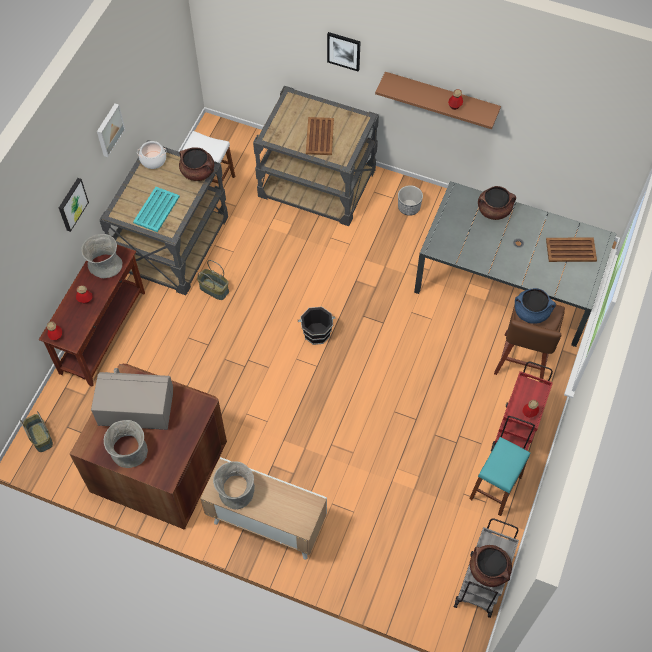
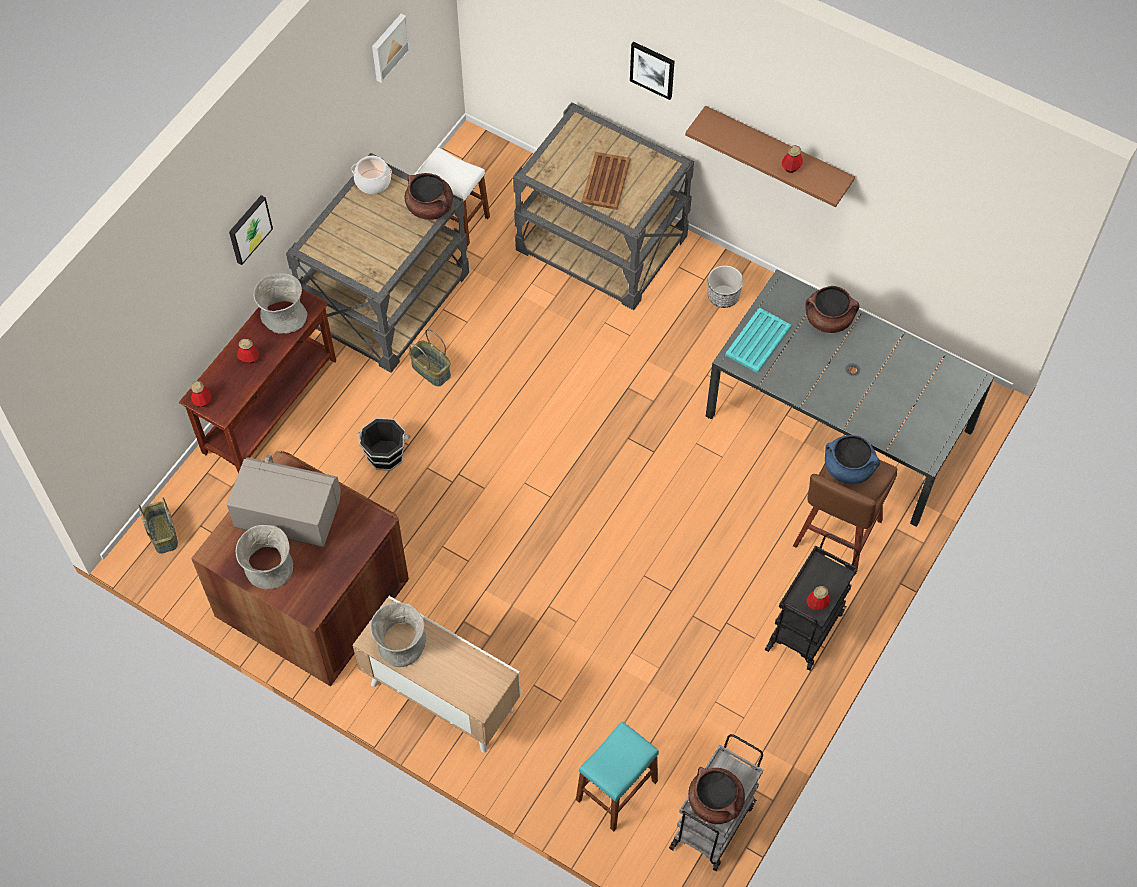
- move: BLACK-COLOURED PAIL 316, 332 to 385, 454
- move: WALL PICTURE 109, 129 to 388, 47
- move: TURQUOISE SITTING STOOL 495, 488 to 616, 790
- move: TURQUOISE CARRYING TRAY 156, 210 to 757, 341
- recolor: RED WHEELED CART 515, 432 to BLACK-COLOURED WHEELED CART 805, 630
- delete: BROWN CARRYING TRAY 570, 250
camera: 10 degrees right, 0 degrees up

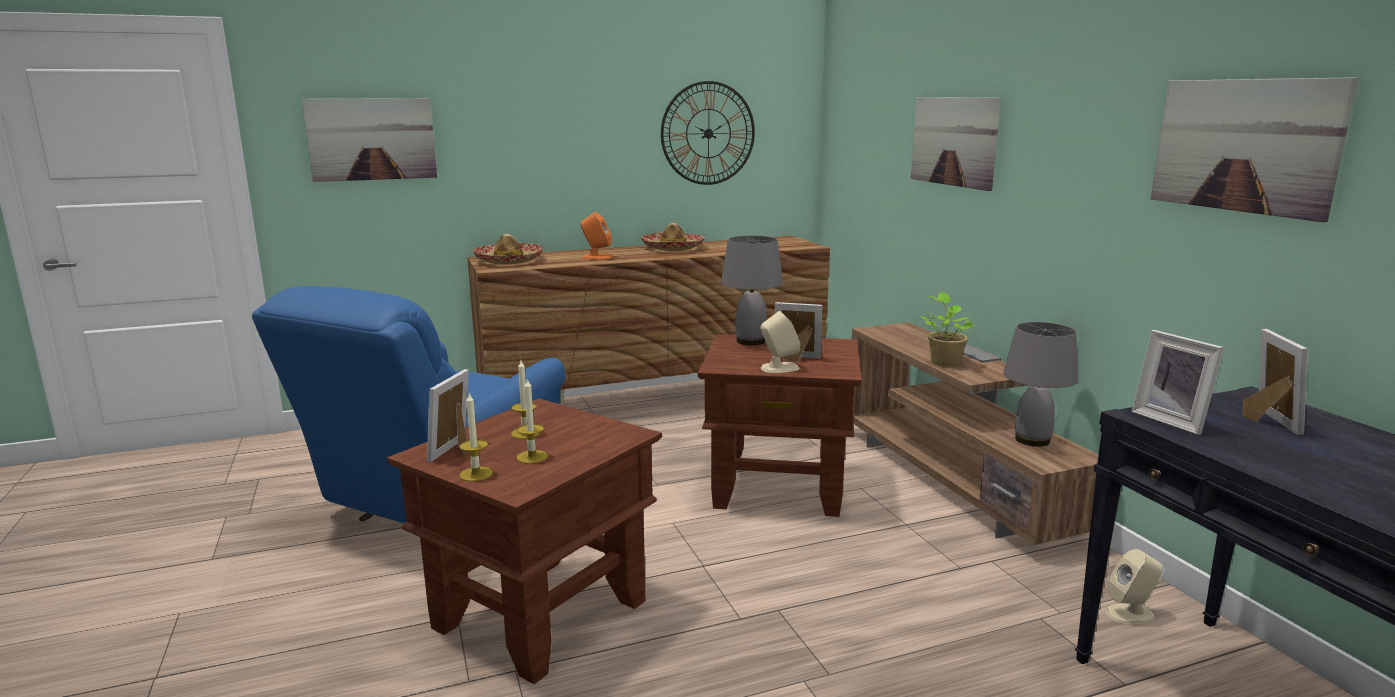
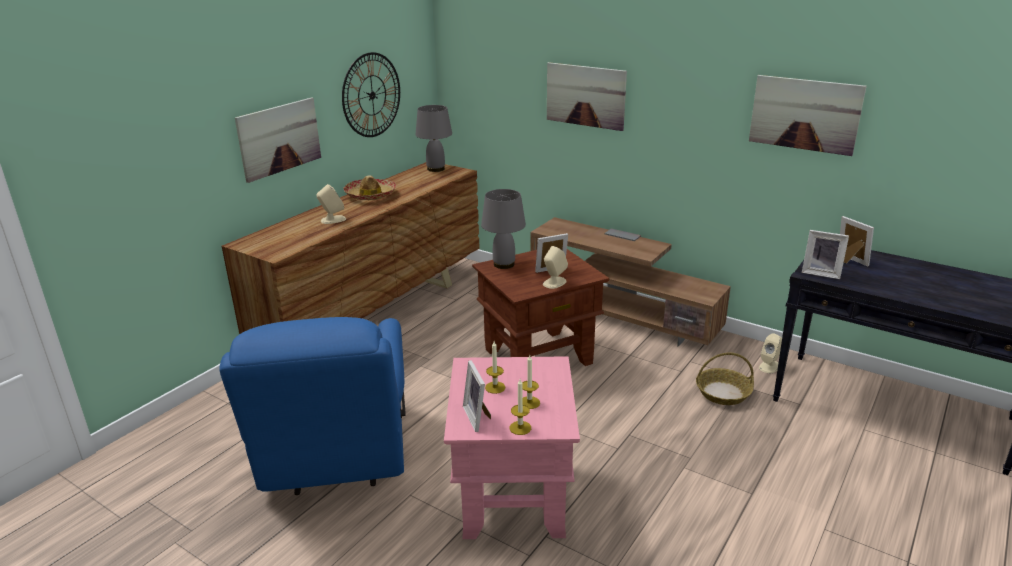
- move: WALL PICTURE 372, 139 to 279, 138
- recolor: ORANGE-COLOURED SPEAKER 596, 257 to SAND-COLOURED SPEAKER 333, 220
- move: GREY TABLETOP LAMP 1031, 440 to 435, 169
- recolor: BROWN SIDE TABLE 539, 614 to PINKISH SIDE TABLE 512, 498
- insert: STORAGE BASKET 722, 393
- delete: HAT 508, 261
- delete: POTTED PLANT 944, 362
camera: 35 degrees left, 10 degrees up

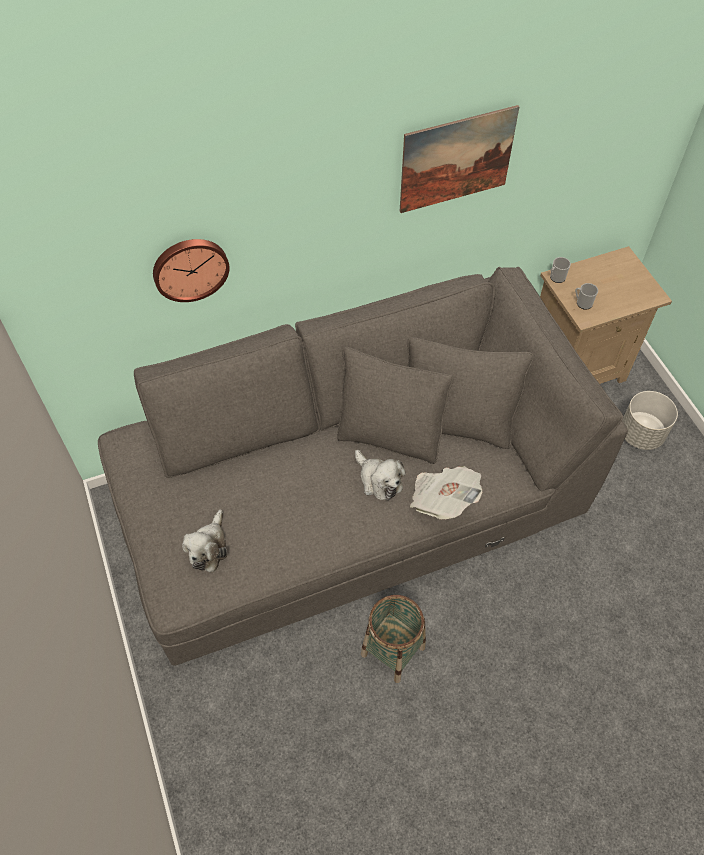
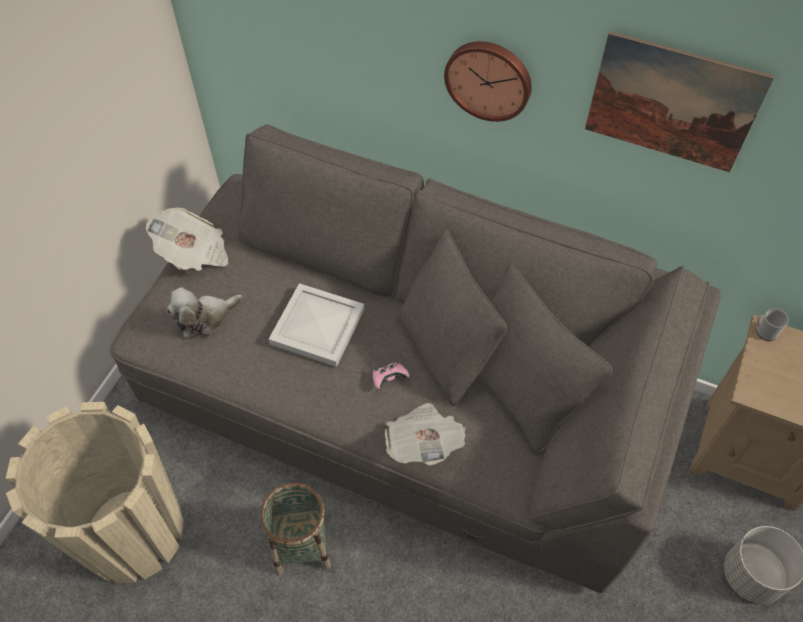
- insert: SAND-COLOURED FLOWER POT 132, 532
- insert: DAILY PAPER 194, 253
- insert: WHITE CARRYING TRAY 318, 328
- replace: CUDDLY TOY 378, 480 to PINKISH JOYPAD 389, 379
- move: WALL CLOCK 190, 268 to 489, 79
- delete: COFFEE MUG 582, 303
camera: 45 degrees right, 0 degrees up

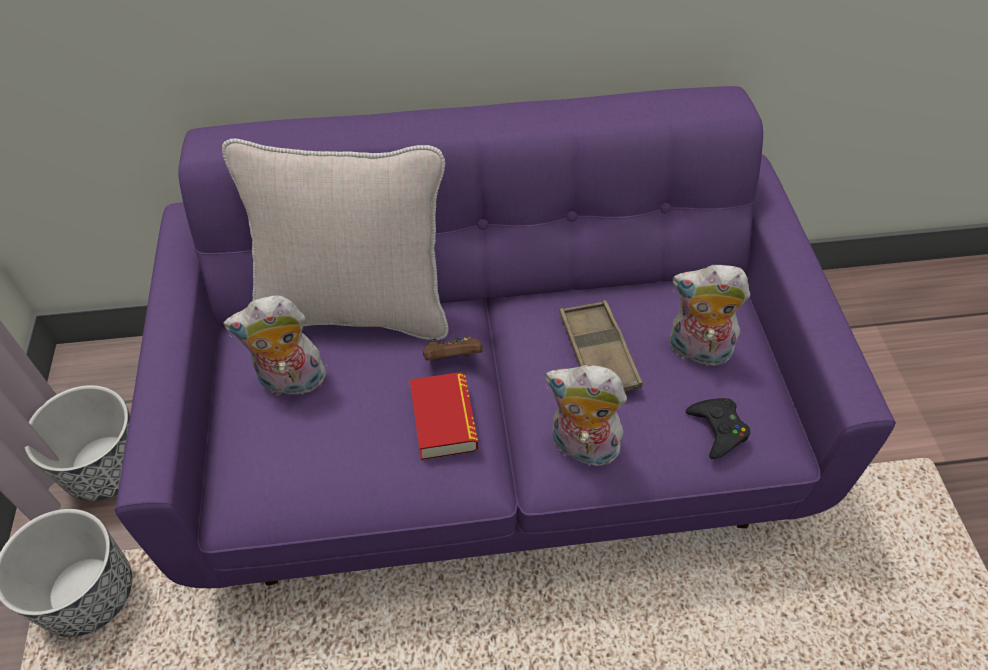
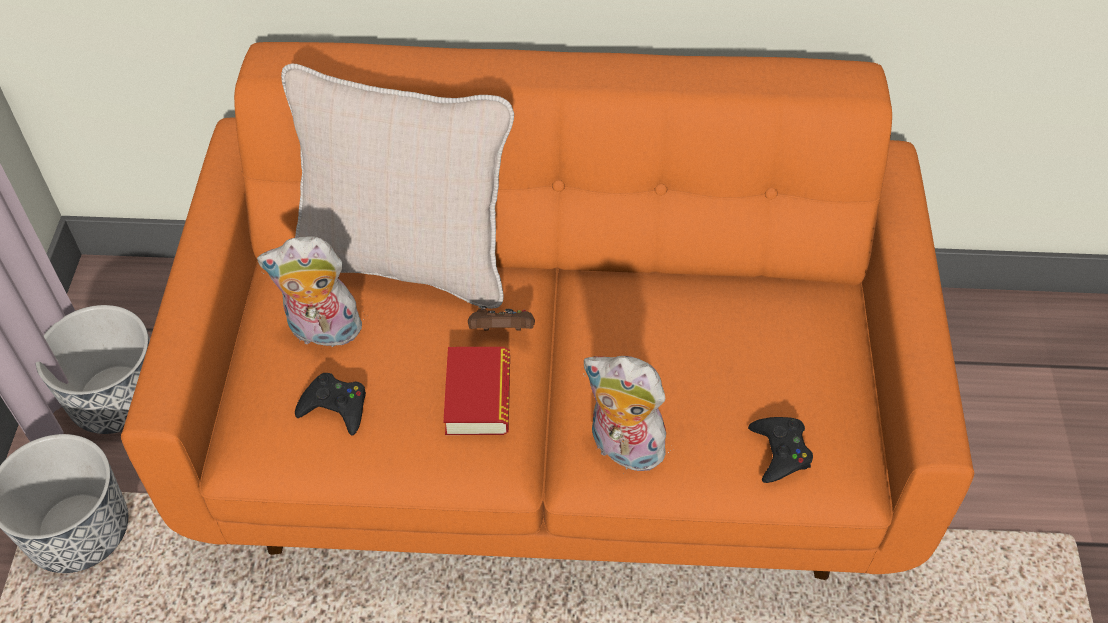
- recolor: PURPLISH COUCH 495, 431 to ORANGE-COLOURED COUCH 556, 424
- insert: BLACK-COLOURED JOYPAD 335, 407
- delete: BROWN CARRYING TRAY 598, 353
- delete: CUDDLY TOY 696, 351
camera: 10 degrees right, 0 degrees up

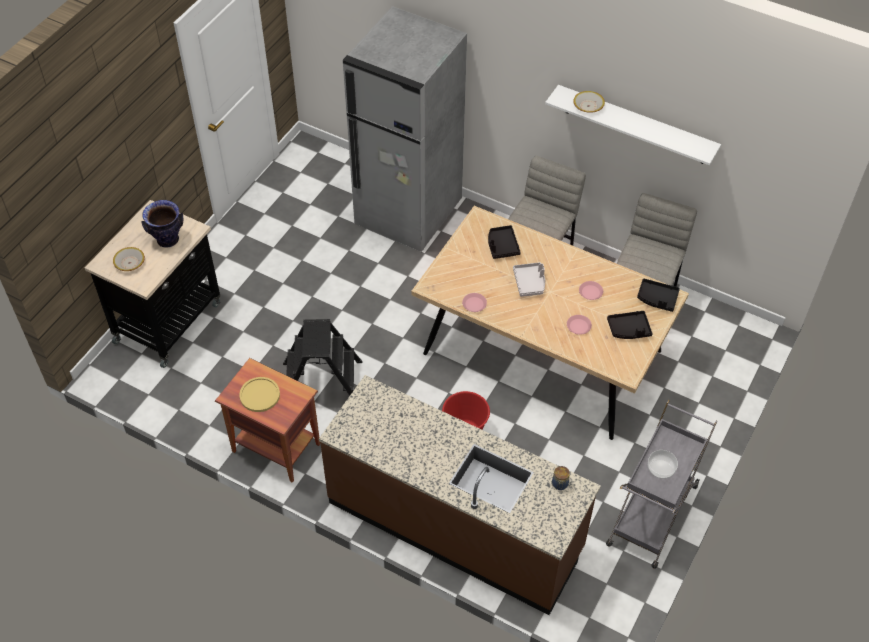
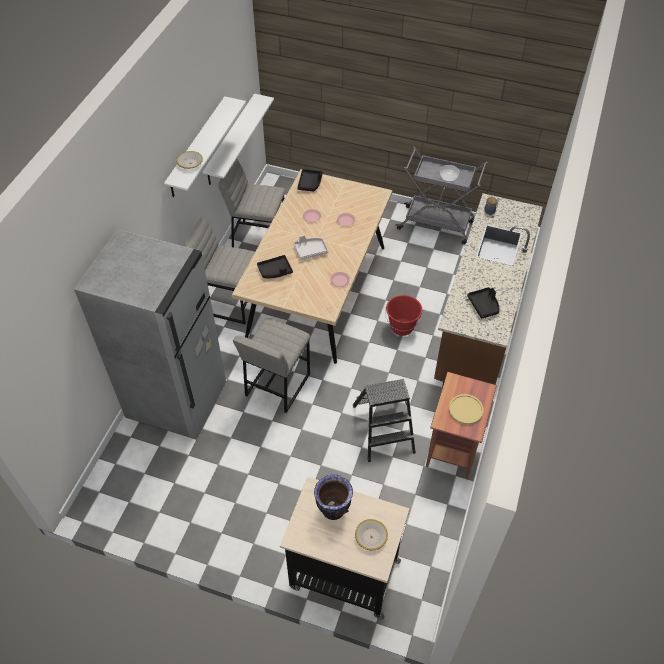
- insert: WHITE BRACKET SHELF 230, 140
- insert: GREY PLAIN CHAIR 277, 386
- move: BLACK-COLOURED CARRYING TRAY 629, 329 to 484, 305
camera: 100 degrees left, 0 degrees up

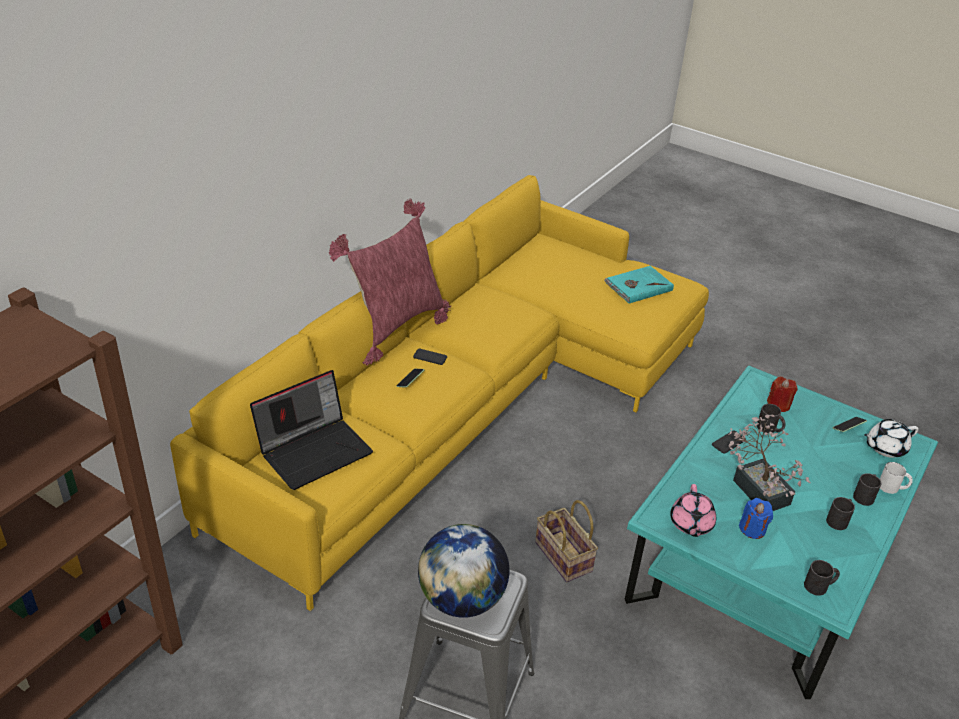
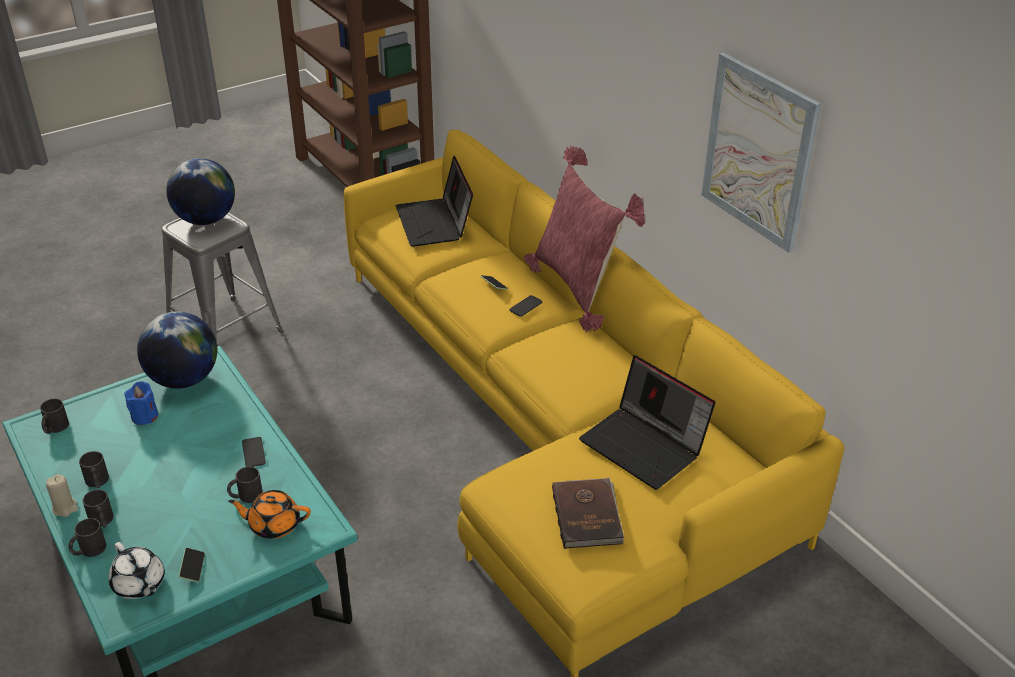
- insert: SAND-COLOURED WAX LIGHT 65, 508
- recolor: WHITE COFFEE MUG 892, 487 to BLACK-COLOURED COFFEE MUG 88, 550
- rotate: WHITE TEA POT 885, 447 = 139, 584 135 degrees clockwise
- replace: PINKISH TEA POT 691, 524 to WORLD GLOBE 184, 379
- replace: RED WAX LIGHT 778, 405 to ORANGE-COLOURED TEA POT 273, 525
- recolor: TURQUOISE BOOK 638, 286 to BROWN BOOK 588, 515
- insert: PORTABLE COMPUTER 645, 446
- insert: WALL PICTURE 758, 152
- delete: STORAGE BASKET 561, 556
- delete: POTTED PLANT 757, 487
camera: 115 degrees right, 0 degrees up

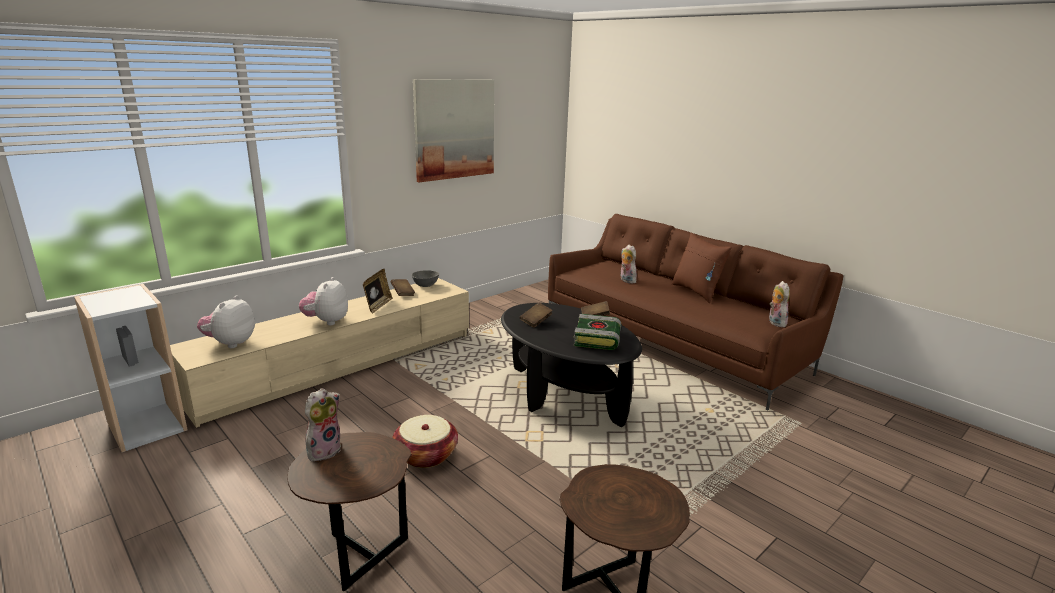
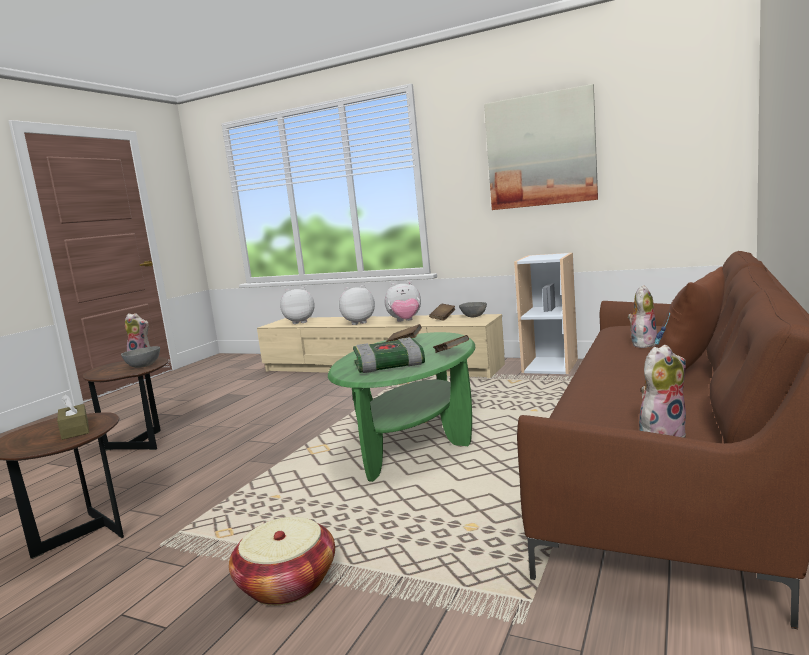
- insert: BROWN TISSUE BOX 75, 430
- insert: GREY SERVING BOWL 144, 366
- move: STORAGE BASKET 426, 455 to 287, 583
- recolor: BLACK-COLOURED LOUNGE TABLE 564, 395 to GREEN LOUNGE TABLE 414, 441
- replace: PHOTO FRAME 378, 306 to CUDDLY TOY 405, 321
- move: BOOKSHELF 147, 425 to 550, 365
camera: 70 degrees right, 10 degrees down

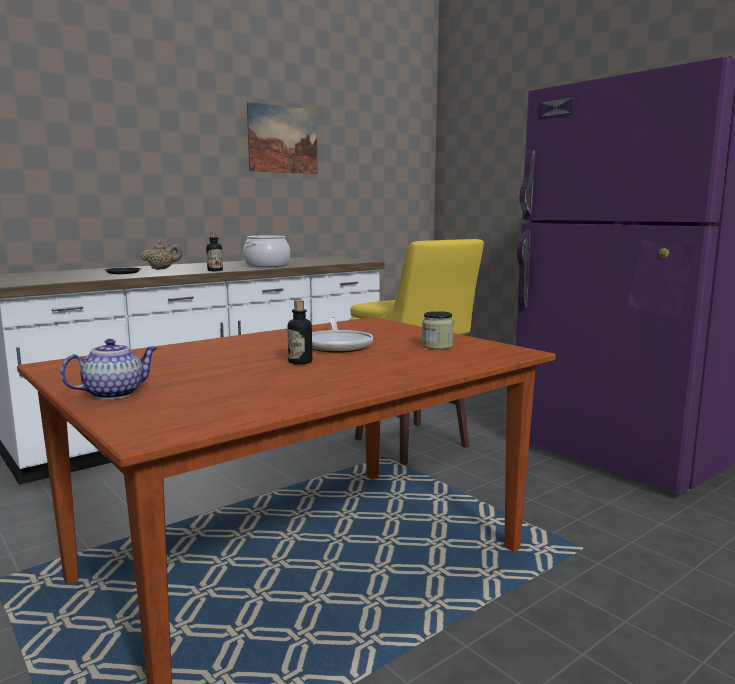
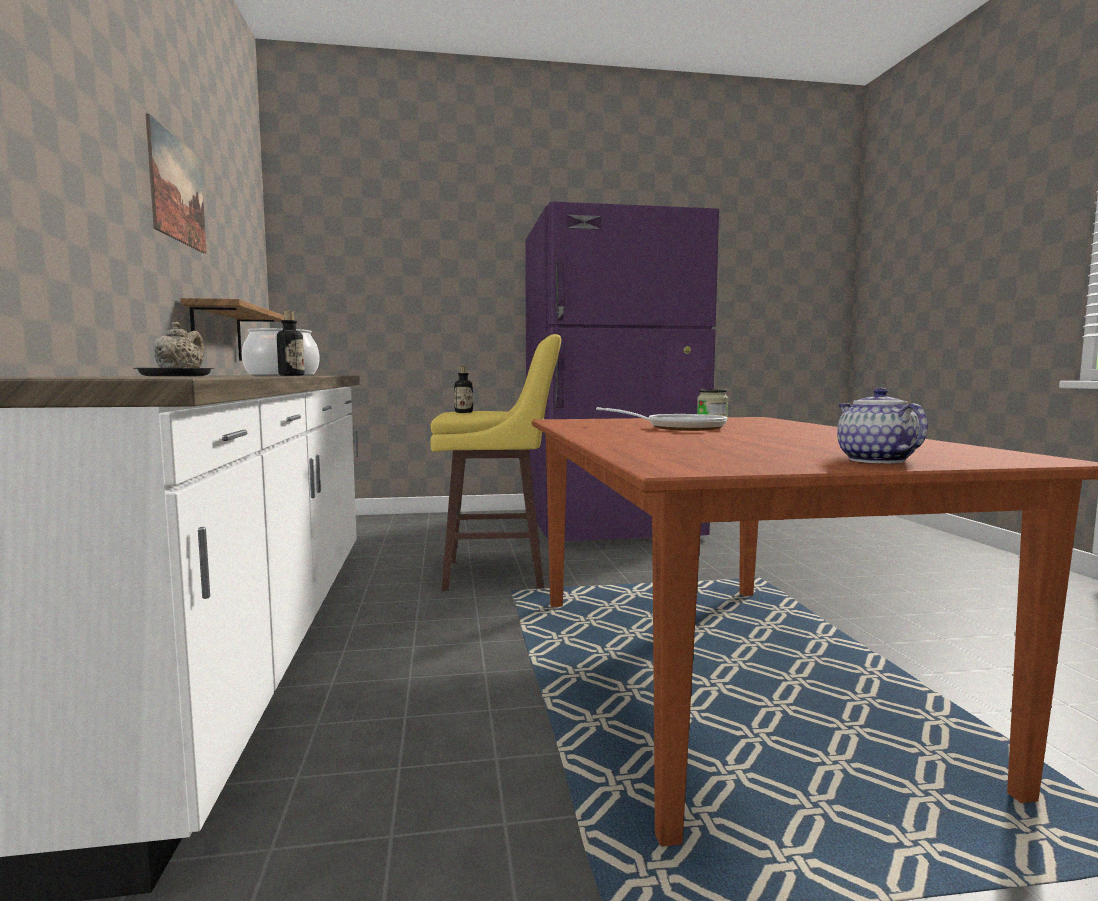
- insert: BRACKET SHELF 217, 333
- move: DRINK BOTTLE 300, 362 to 463, 412
camera: 60 degrees left, 5 degrees down

